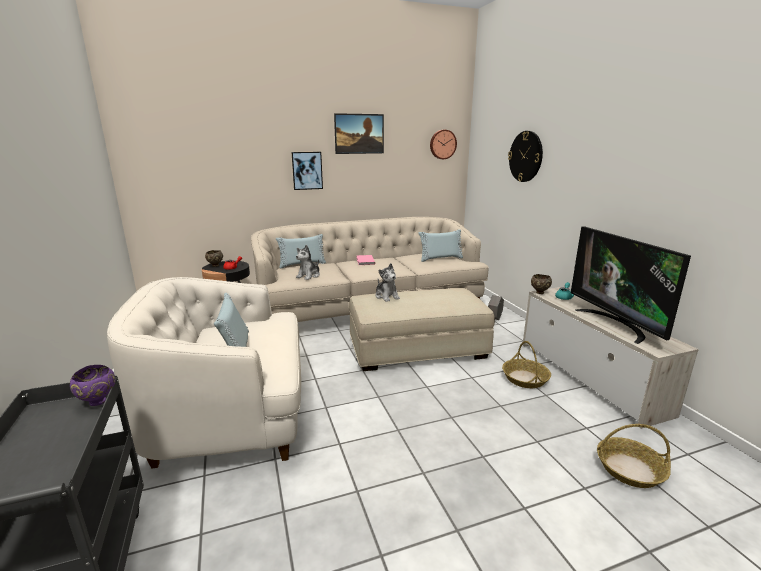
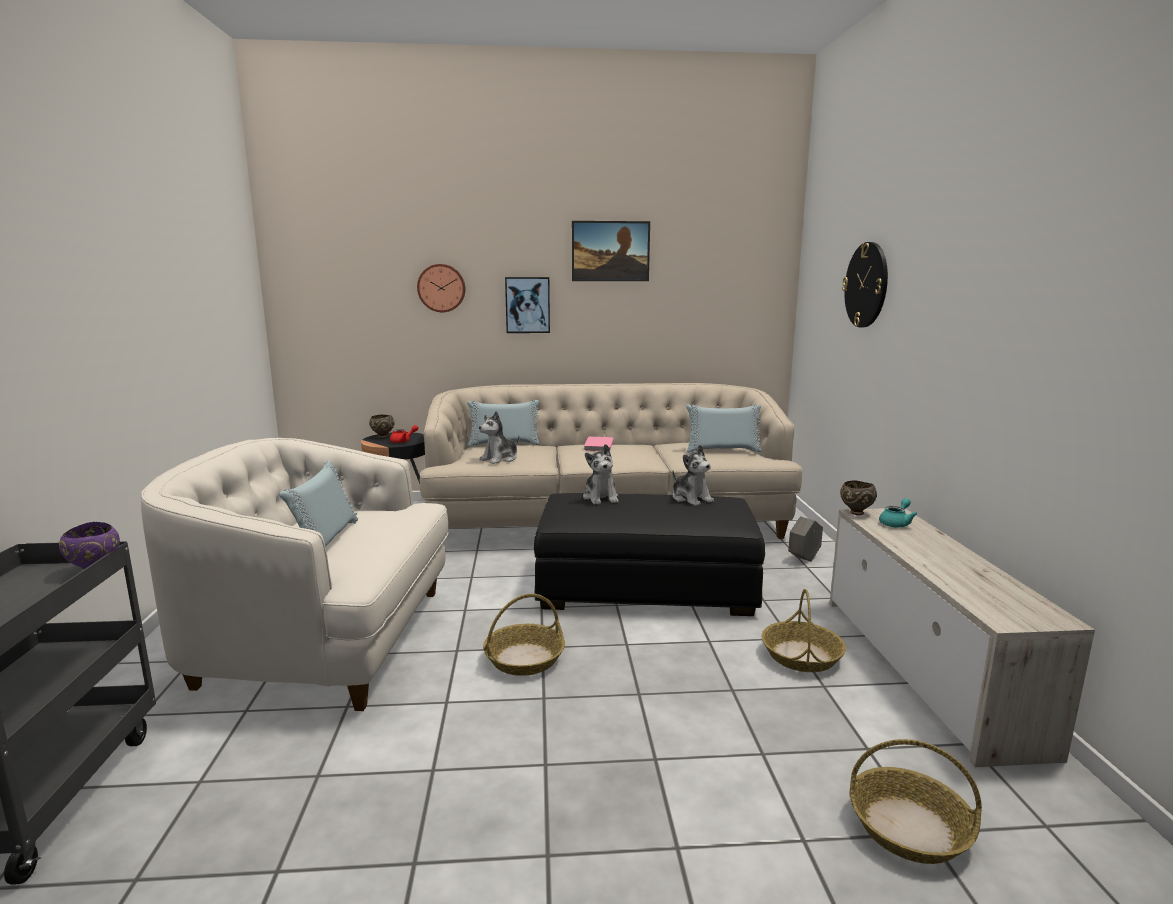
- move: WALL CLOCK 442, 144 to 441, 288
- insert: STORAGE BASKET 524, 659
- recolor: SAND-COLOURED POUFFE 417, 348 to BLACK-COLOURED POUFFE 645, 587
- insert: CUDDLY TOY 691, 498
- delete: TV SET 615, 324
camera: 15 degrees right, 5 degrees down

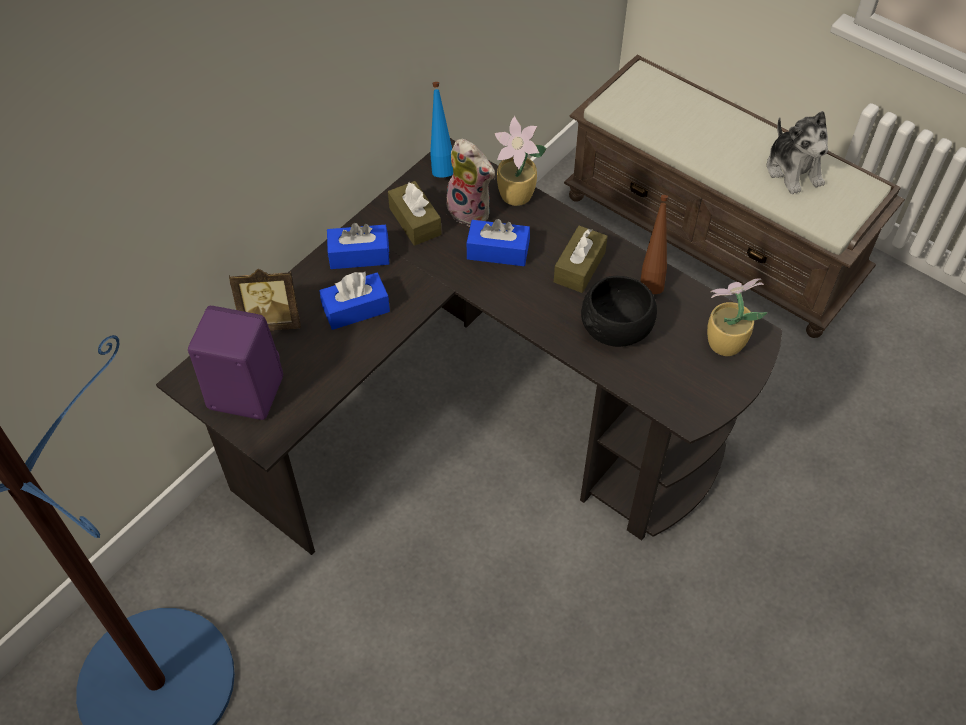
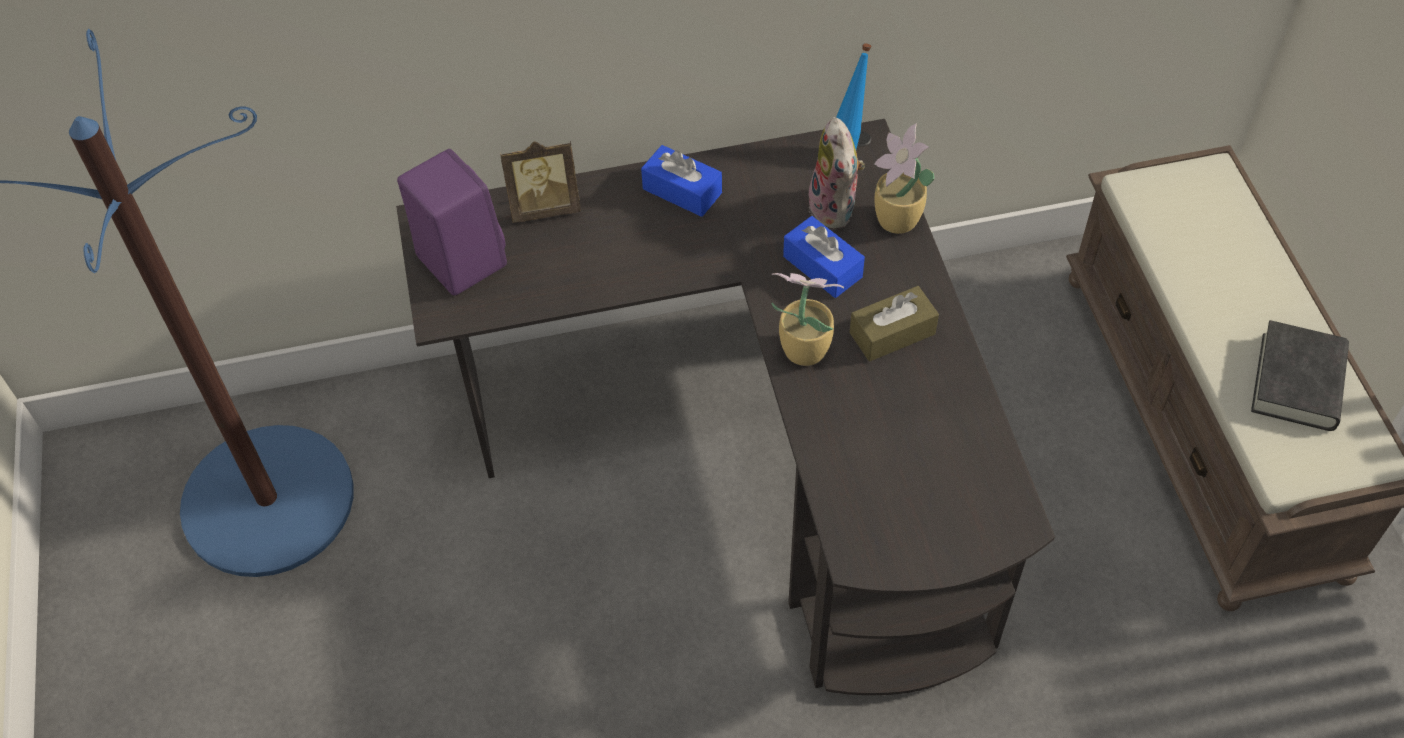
- rotate: PHOTO FRAME 272, 321 = 545, 207 45 degrees counterclockwise
- move: POTTED PLANT 723, 343 to 802, 349
- replace: CUDDLY TOY 793, 170 to BLACK-COLOURED BOOK 1297, 382
- delete: BLUISH TISSUE BOX 356, 309
- delete: BROWN TISSUE BOX 415, 221
- delete: BLACK-COLOURED SERVING BOWL 615, 330
- delete: BROWN DRINK BOTTLE 651, 279
camera: 40 degrees right, 0 degrees up

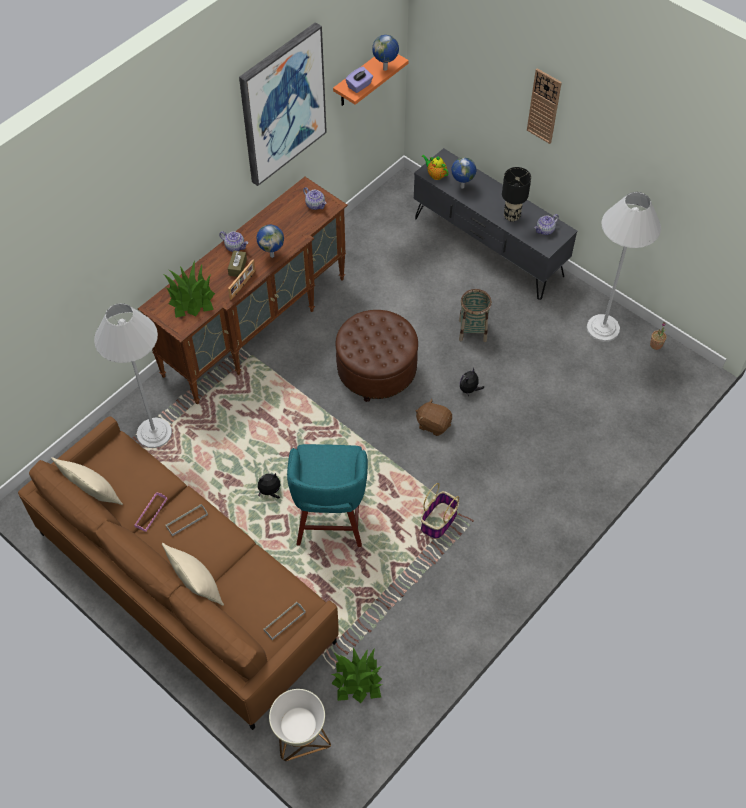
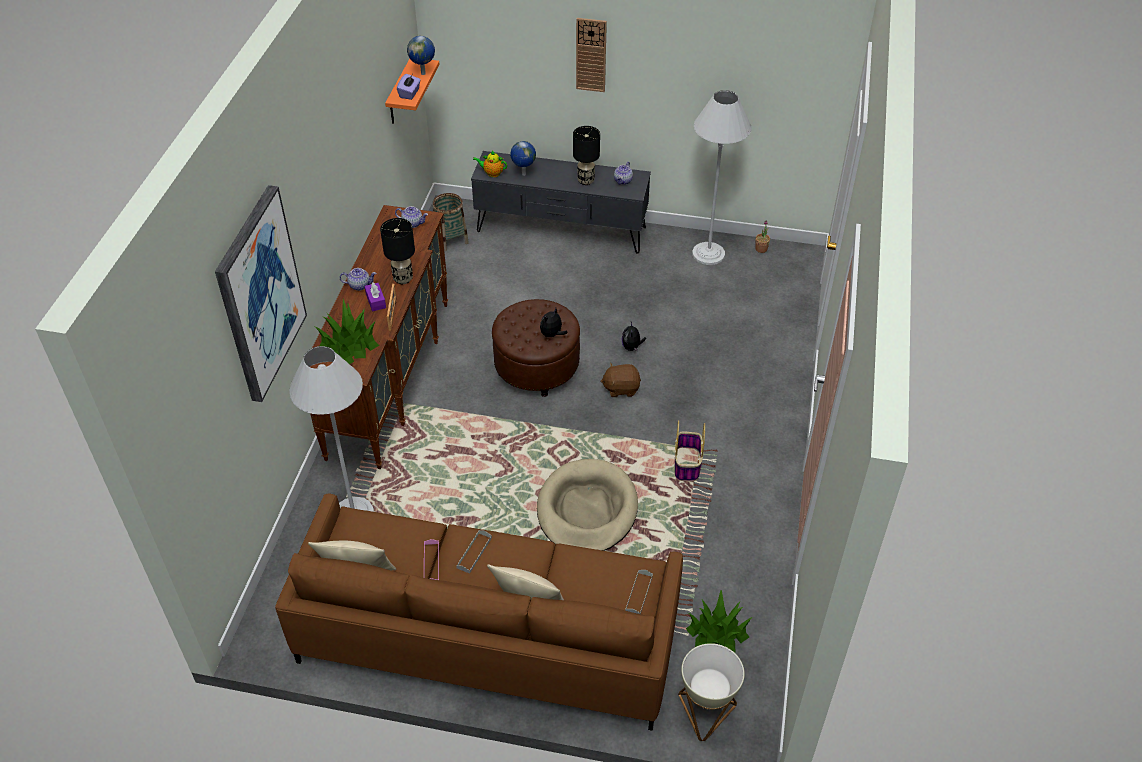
- move: WALL PICTURE 282, 104 to 259, 294
- recolor: BROWN TISSUE BOX 237, 267 to PURPLISH TISSUE BOX 376, 301
- replace: WORLD GLOBE 272, 255 to BLACK-COLOURED TABLETOP LAMP 403, 278
- move: STORAGE BASKET 472, 330 to 451, 240
- replace: TURQUOISE SITTING STOOL 330, 520 to SAND-COLOURED DOG CUSHION 587, 510
- move: CUDDLY TOY 270, 492 to 552, 335
camera: 30 degrees left, 10 degrees down

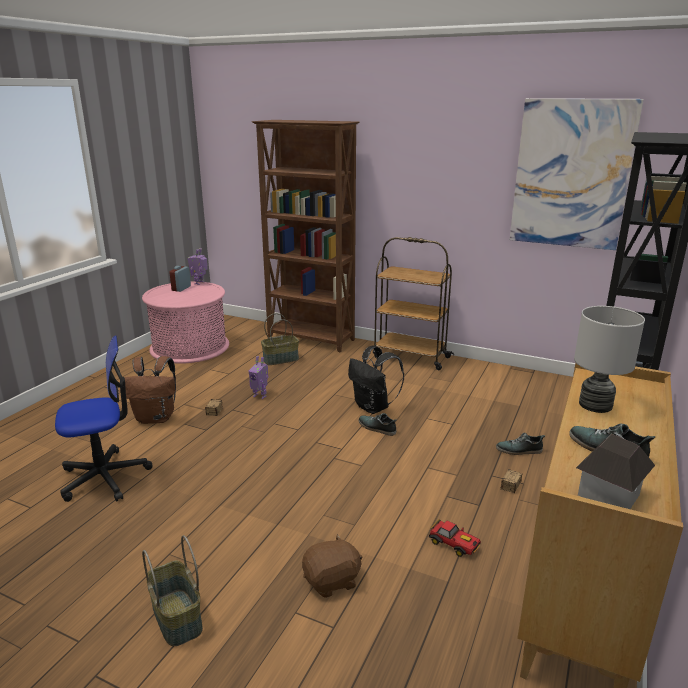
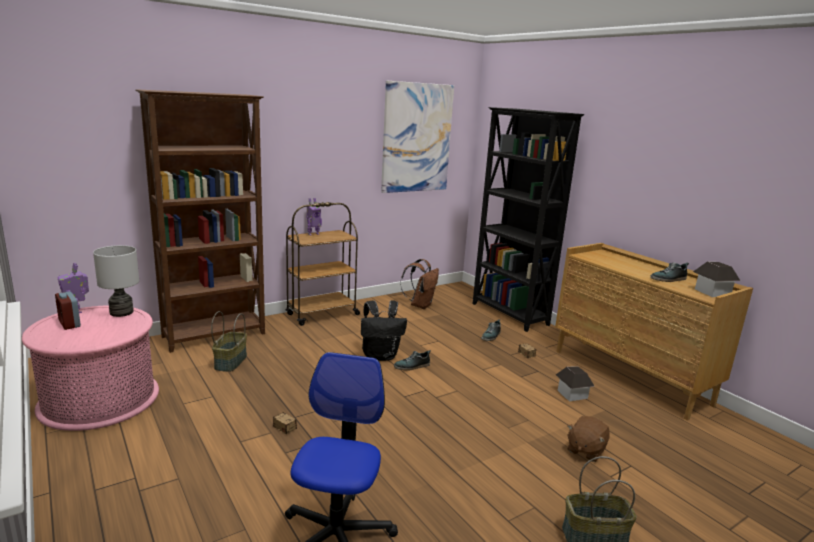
- move: GREY TABLETOP LAMP 595, 405 to 121, 312
- move: MODEL ROBOT 260, 396 to 313, 234
- move: BROWN KNAPSACK 156, 418 to 420, 305
- replace: MODEL CAR 454, 544 to TOY HOUSE 572, 394
- rotate: BROWN CUDDLY TOY 332, 581 = 585, 450 150 degrees counterclockwise
camera: 60 degrees left, 5 degrees down

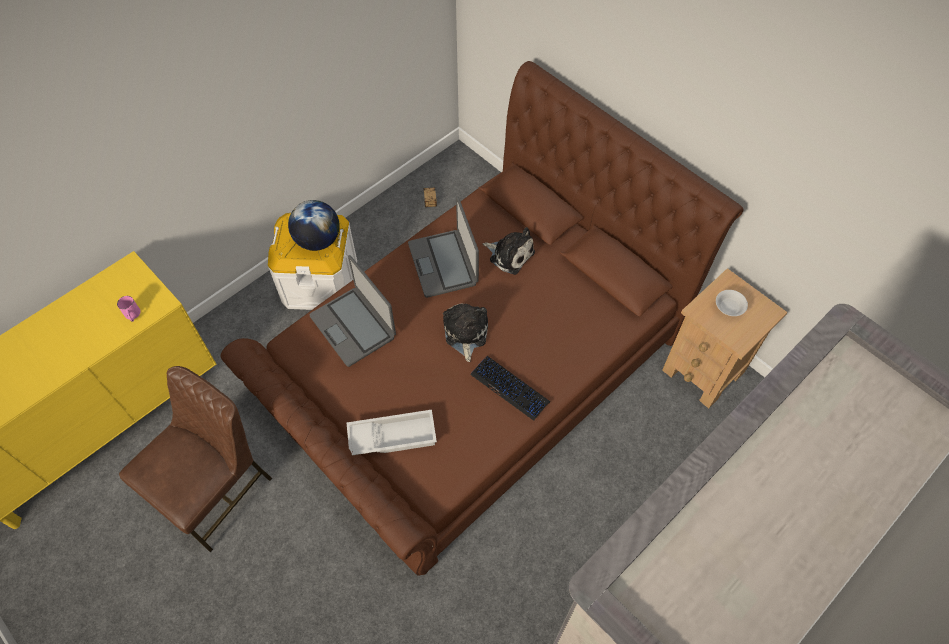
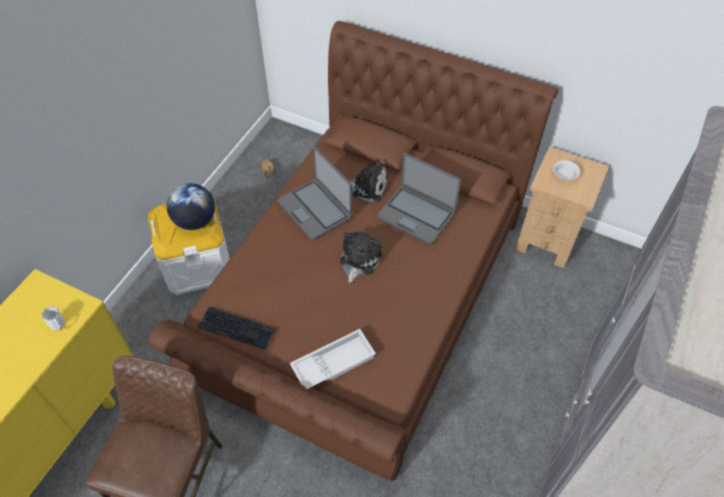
- recolor: PINKISH COFFEE MUG 132, 315 to WHITE COFFEE MUG 58, 325
- move: KEYBOARD 510, 388 to 237, 328
- rotate: CUDDLY TOY 465, 334 = 358, 260 45 degrees clockwise
- move: PORTABLE COMPUTER 353, 326 to 416, 215
camera: 20 degrees left, 5 degrees down

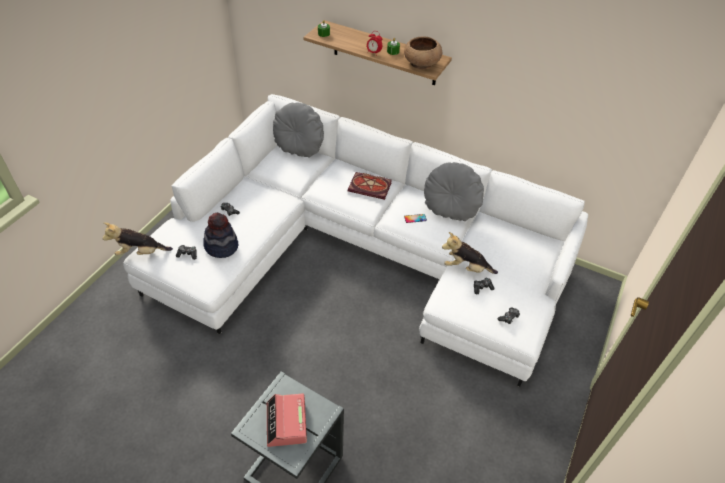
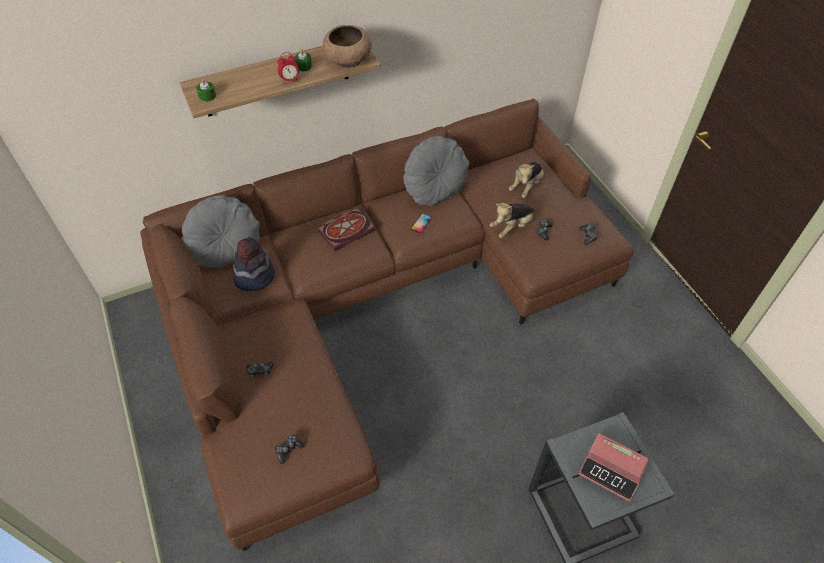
- recolor: WHITE COUCH 359, 254 to BROWN COUCH 376, 304
- move: HAT 221, 246 to 254, 277
- move: CUDDLY TOY 140, 253 to 526, 186
camera: 50 degrees left, 5 degrees up

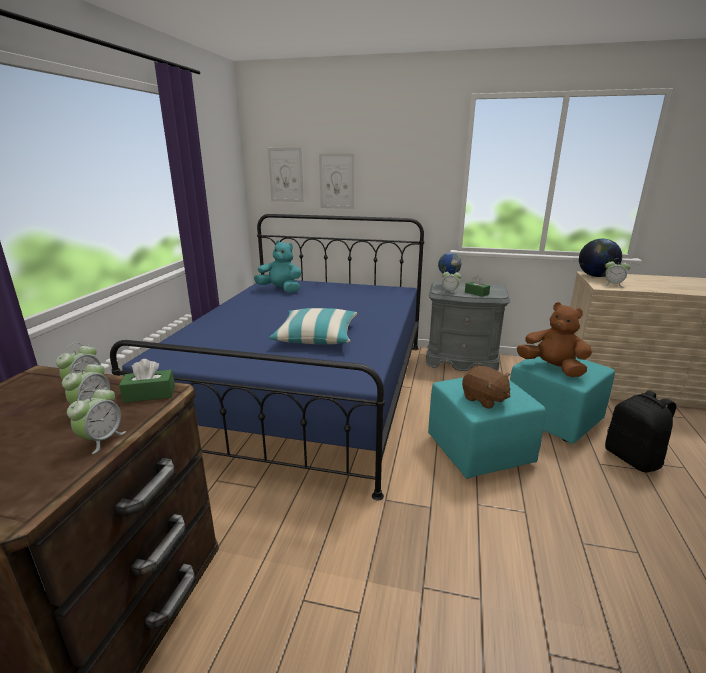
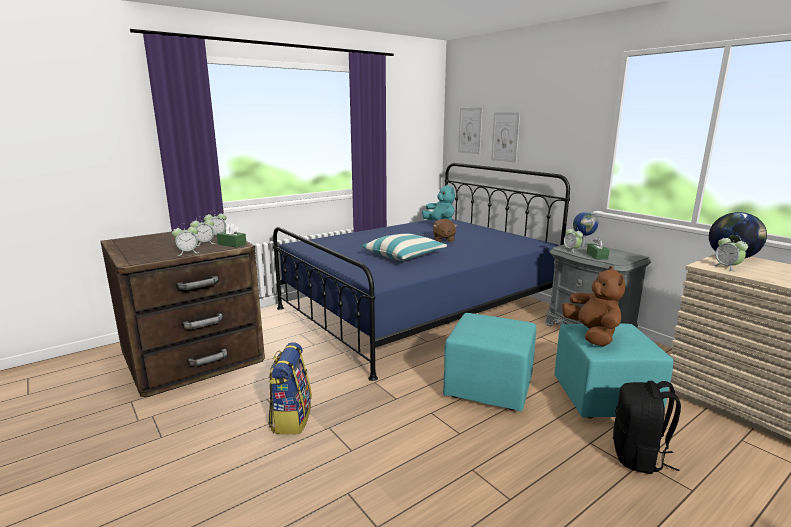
- insert: KNAPSACK 291, 418
- move: BROWN CUDDLY TOY 484, 399 to 443, 240
camera: 40 degrees right, 5 degrees down

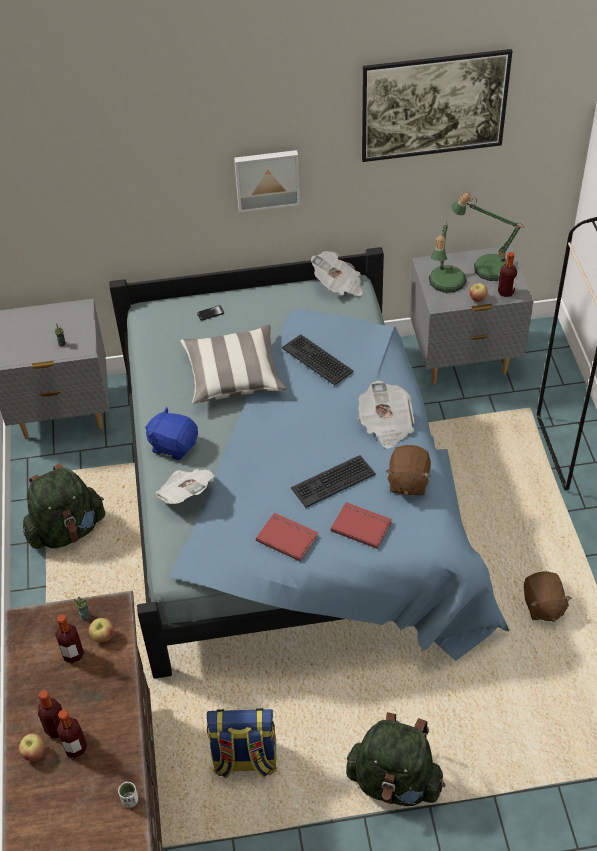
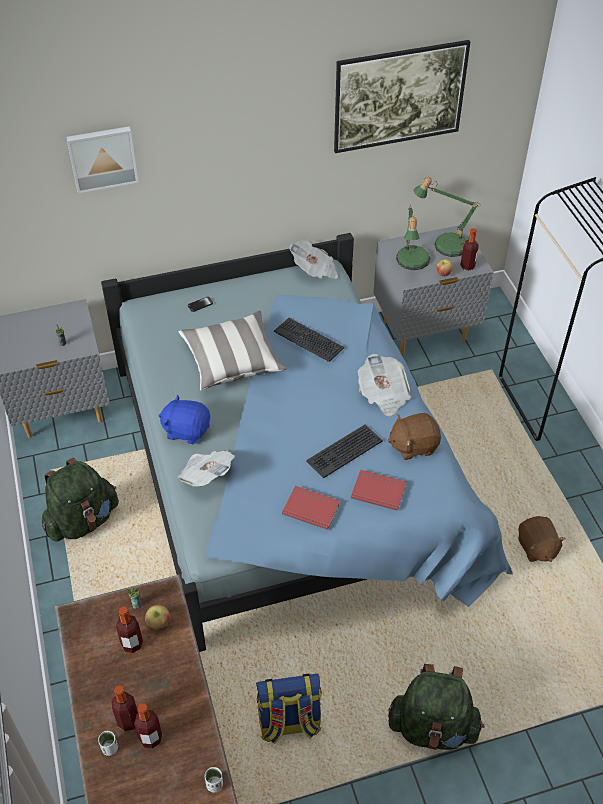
- move: WALL PICTURE 267, 179 to 102, 158
- replace: APPLE FRUIT 34, 753 to WHITE CUP 110, 748
- rotate: BROWN CUDDLY TOY 408, 482 = 413, 445 75 degrees clockwise
camera: 10 degrees left, 0 degrees up

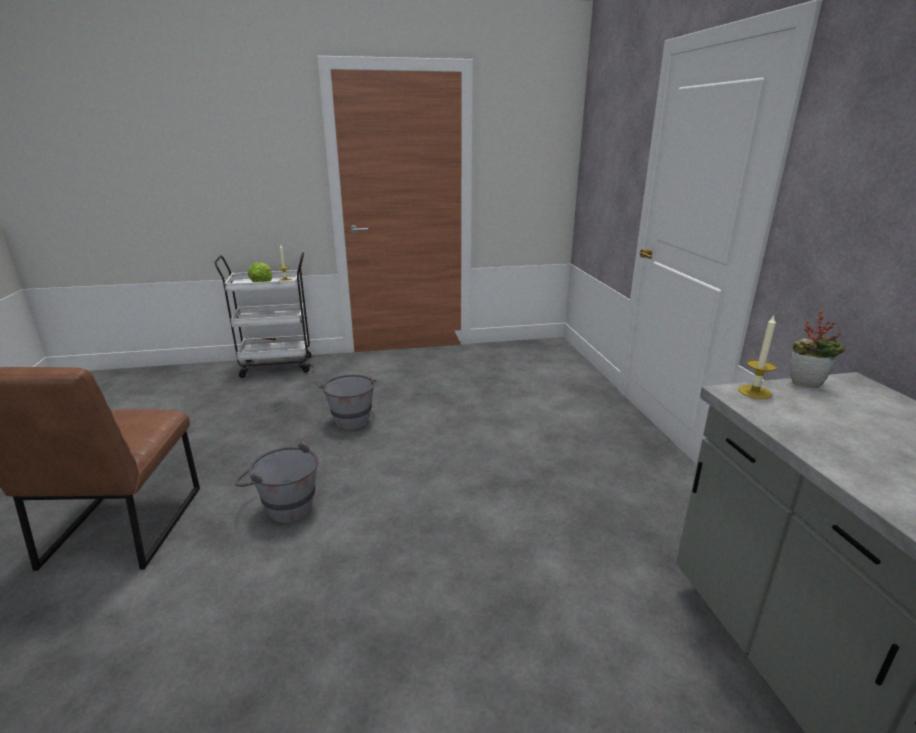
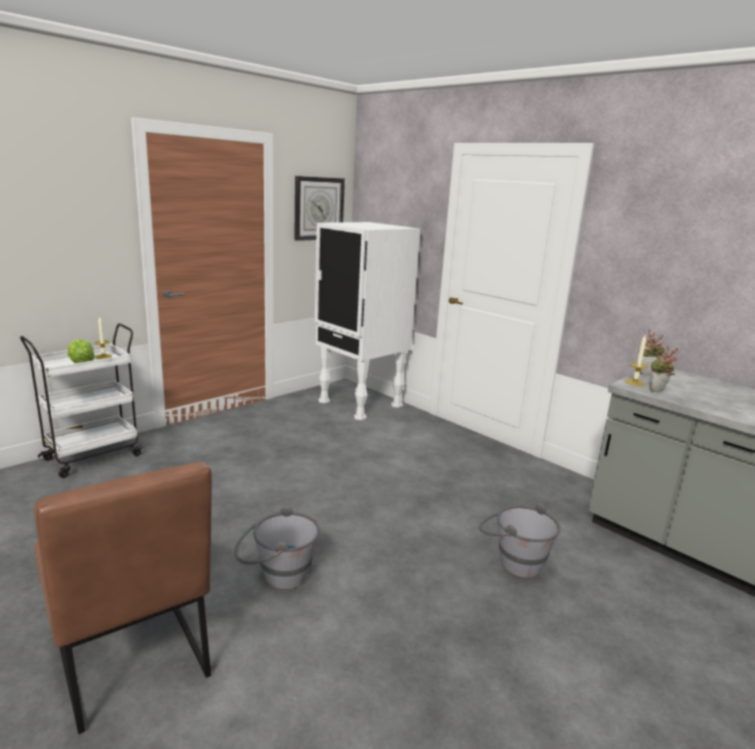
- insert: WALL CLOCK 318, 208
- insert: WHITE CUPBOARD 360, 403
- move: GREY PAIL 351, 418 to 512, 561
- insert: POTTED PLANT 657, 391
camera: 35 degrees left, 5 degrees down

